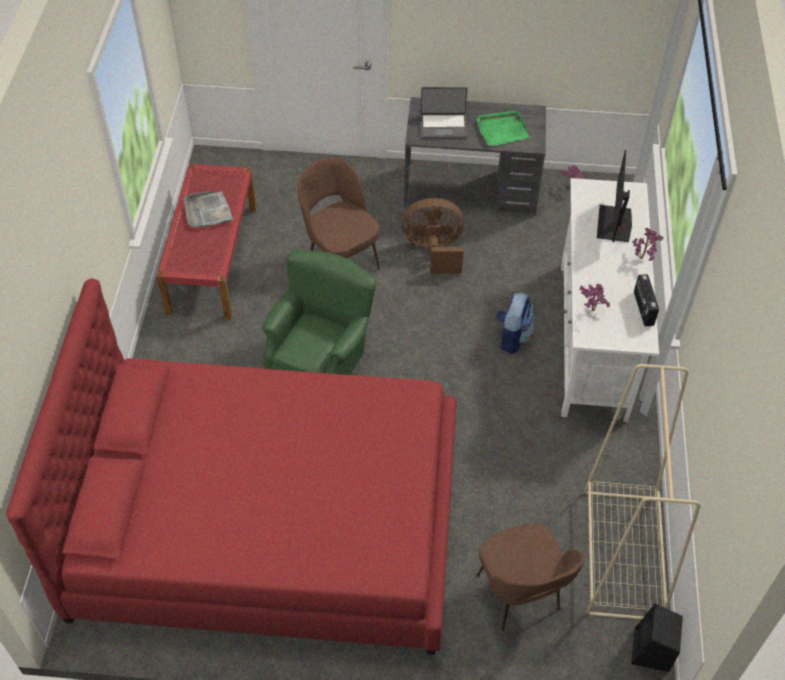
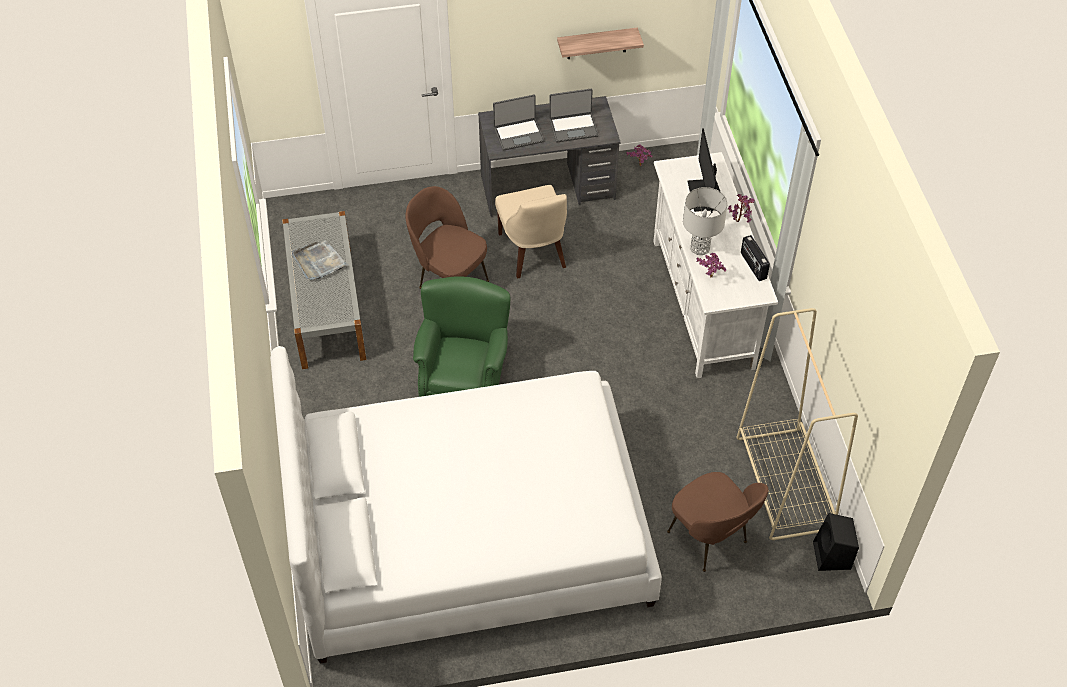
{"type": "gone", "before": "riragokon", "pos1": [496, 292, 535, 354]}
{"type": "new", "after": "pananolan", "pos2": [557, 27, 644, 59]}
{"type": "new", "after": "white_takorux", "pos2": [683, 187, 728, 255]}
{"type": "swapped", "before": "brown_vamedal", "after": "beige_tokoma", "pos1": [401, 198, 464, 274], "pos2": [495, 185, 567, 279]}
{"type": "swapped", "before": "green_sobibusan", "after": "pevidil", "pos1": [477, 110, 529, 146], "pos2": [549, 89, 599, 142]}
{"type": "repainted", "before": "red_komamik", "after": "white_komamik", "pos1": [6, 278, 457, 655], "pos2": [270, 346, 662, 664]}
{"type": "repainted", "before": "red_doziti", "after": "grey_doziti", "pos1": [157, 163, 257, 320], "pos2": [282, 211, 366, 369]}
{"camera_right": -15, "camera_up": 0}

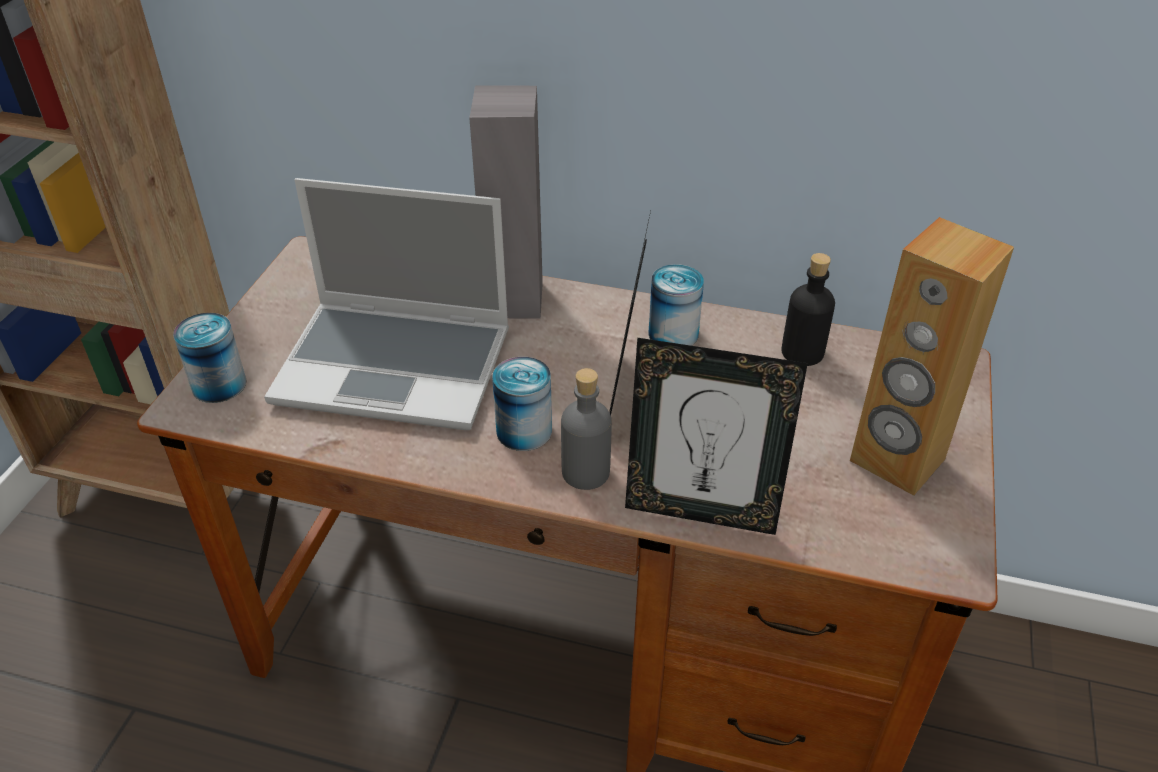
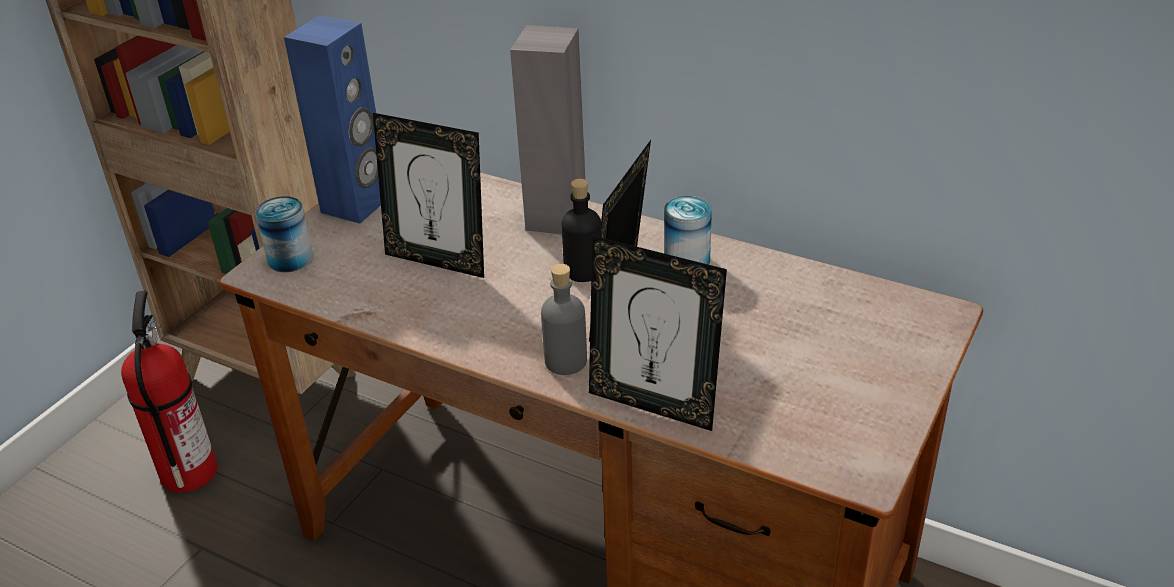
{"type": "gone", "before": "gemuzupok", "pos1": [492, 357, 552, 451]}
{"type": "gone", "before": "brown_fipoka", "pos1": [850, 217, 1014, 496]}
{"type": "new", "after": "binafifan", "pos2": [121, 291, 217, 493]}
{"type": "new", "after": "blue_fipoka", "pos2": [284, 16, 381, 223]}
{"type": "shifted", "before": "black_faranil", "pos1": [781, 253, 835, 366], "pos2": [562, 179, 601, 282]}
{"type": "swapped", "before": "pevidil", "after": "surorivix", "pos1": [264, 178, 509, 430], "pos2": [373, 113, 484, 278]}
{"camera_right": 15, "camera_up": -5}

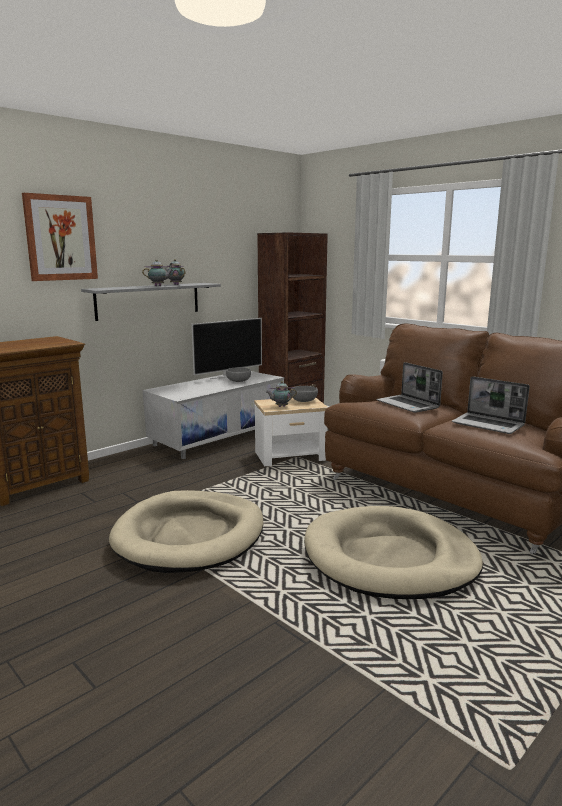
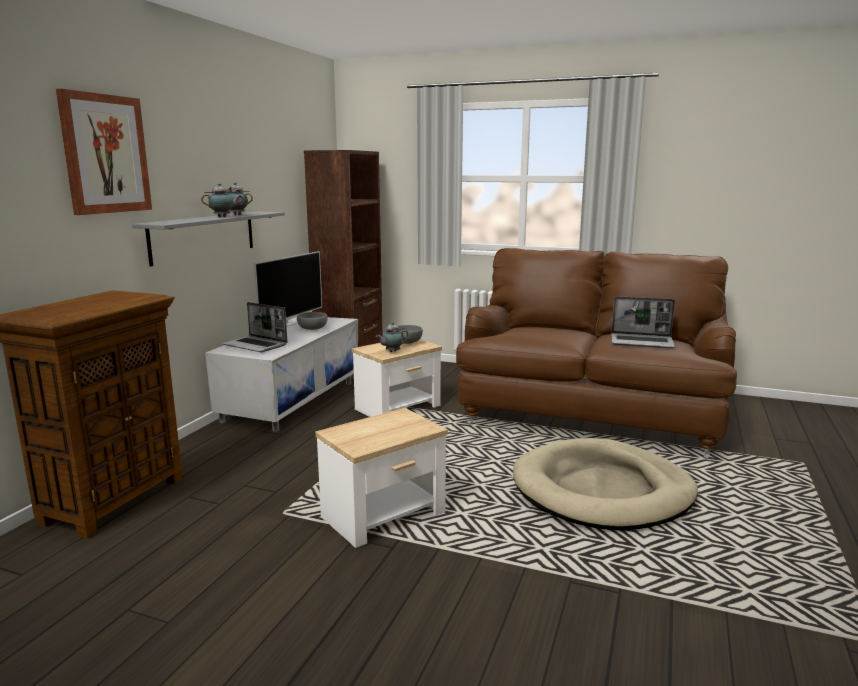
{"type": "shifted", "before": "pevidil", "pos1": [376, 362, 443, 413], "pos2": [222, 302, 287, 352]}
{"type": "swapped", "before": "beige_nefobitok", "after": "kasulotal", "pos1": [109, 490, 263, 573], "pos2": [315, 408, 448, 548]}
{"camera_right": -25, "camera_up": 0}

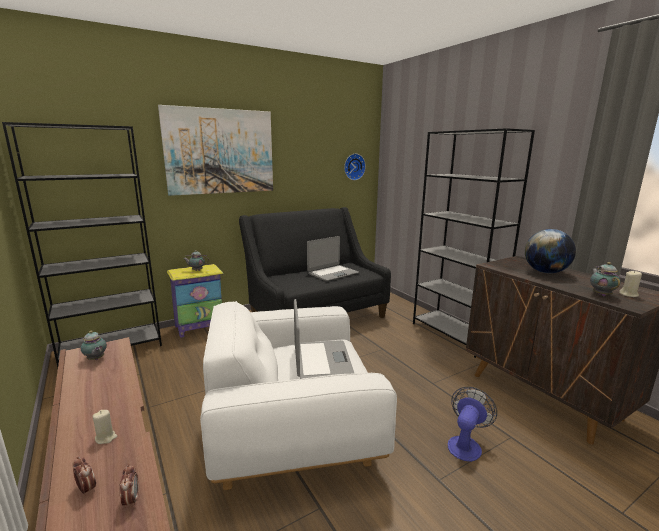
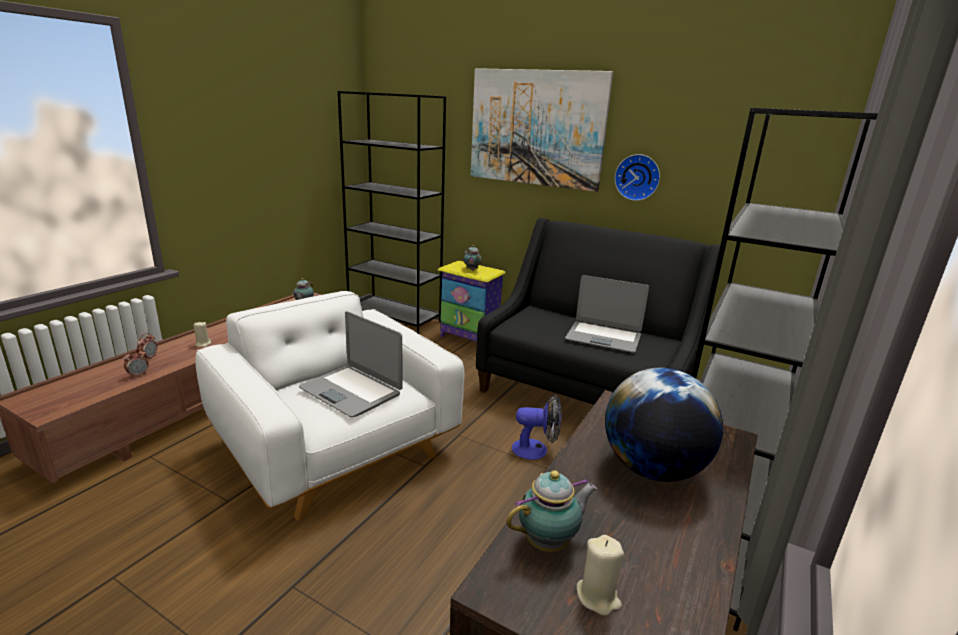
{"type": "shifted", "before": "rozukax", "pos1": [344, 154, 366, 180], "pos2": [615, 154, 660, 201]}
{"type": "shifted", "before": "vamedal", "pos1": [448, 387, 497, 462], "pos2": [512, 395, 562, 460]}
{"type": "rotated", "before": "pevidil", "pos1": [294, 299, 354, 379], "pos2": [299, 311, 403, 417], "turn": 75}
{"camera_right": 60, "camera_up": 5}

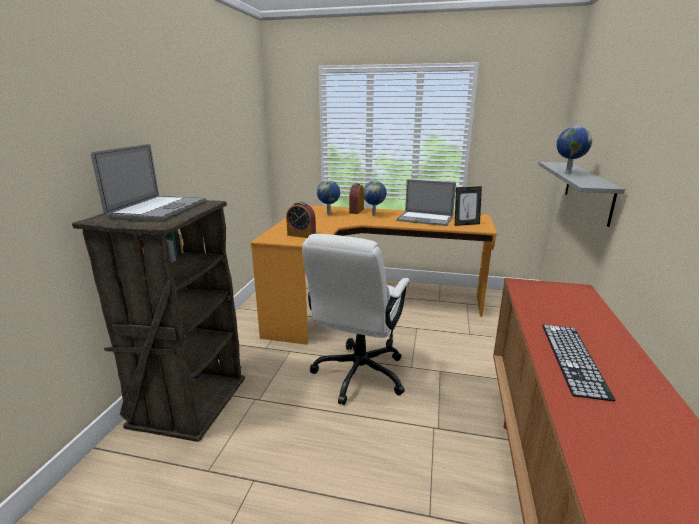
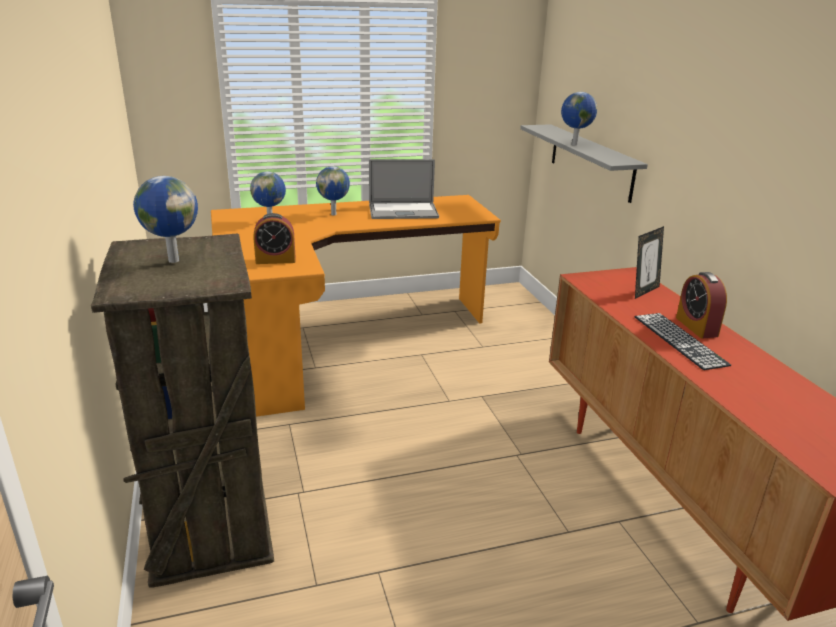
{"type": "gone", "before": "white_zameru", "pos1": [302, 234, 410, 405]}
{"type": "shifted", "before": "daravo", "pos1": [349, 183, 364, 214], "pos2": [676, 272, 727, 338]}
{"type": "shifted", "before": "surorivix", "pos1": [455, 186, 482, 226], "pos2": [635, 226, 664, 299]}
{"type": "swapped", "before": "pevidil", "after": "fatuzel", "pos1": [91, 144, 206, 220], "pos2": [133, 176, 198, 263]}
{"camera_right": -30, "camera_up": 5}

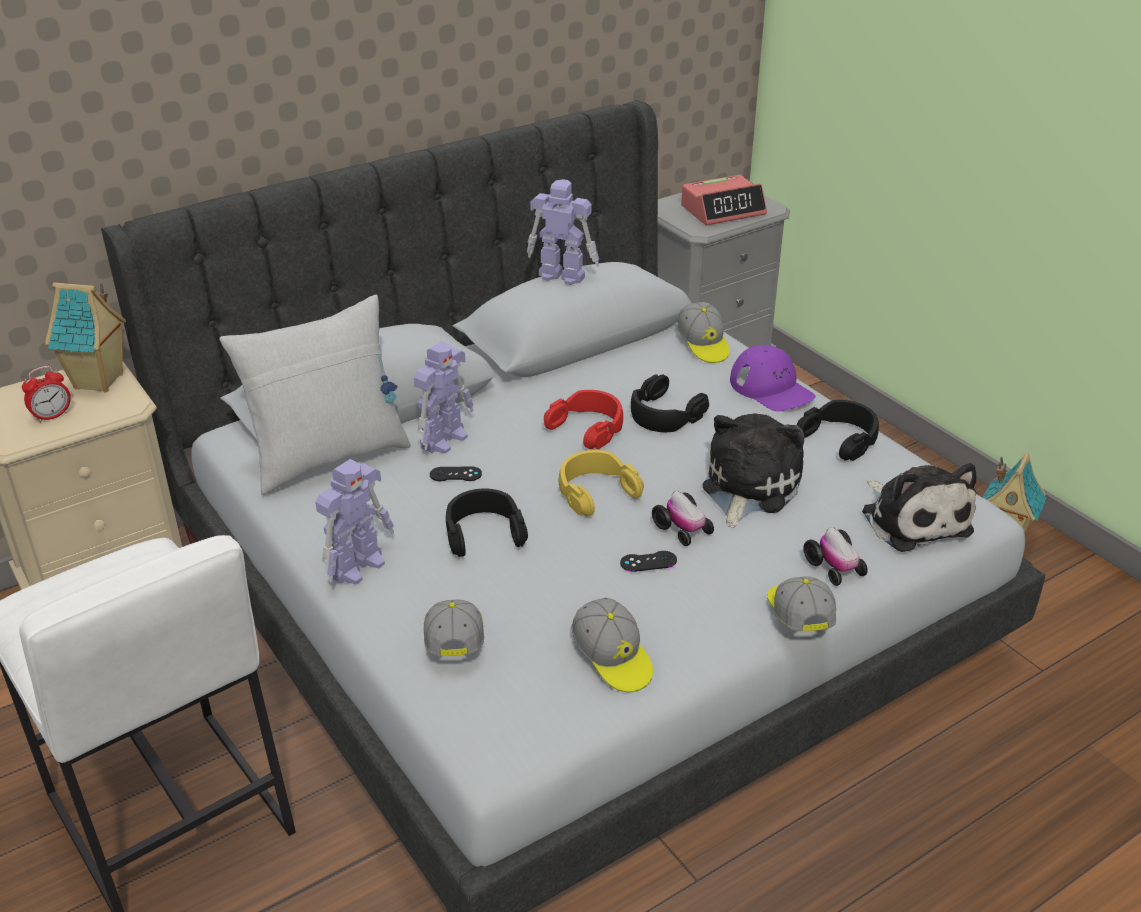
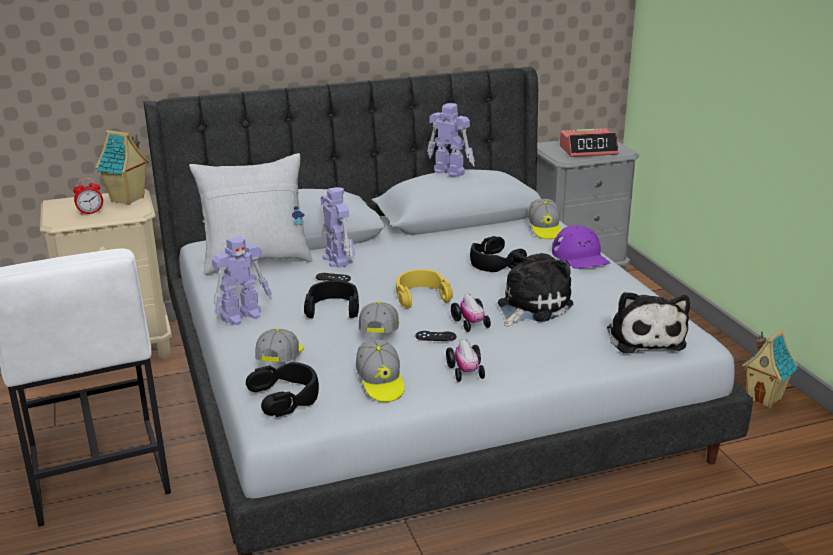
{"type": "gone", "before": "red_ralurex", "pos1": [544, 390, 623, 449]}
{"type": "shifted", "before": "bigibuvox", "pos1": [767, 576, 836, 631], "pos2": [359, 302, 399, 333]}
{"type": "shifted", "before": "black_ralurex", "pos1": [797, 400, 879, 461], "pos2": [246, 362, 319, 417]}
{"type": "shifted", "before": "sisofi", "pos1": [803, 527, 868, 586], "pos2": [446, 339, 485, 382]}
{"type": "rotated", "before": "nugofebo", "pos1": [414, 341, 473, 453], "pos2": [321, 187, 355, 268], "turn": -75}
{"camera_right": 15, "camera_up": -10}

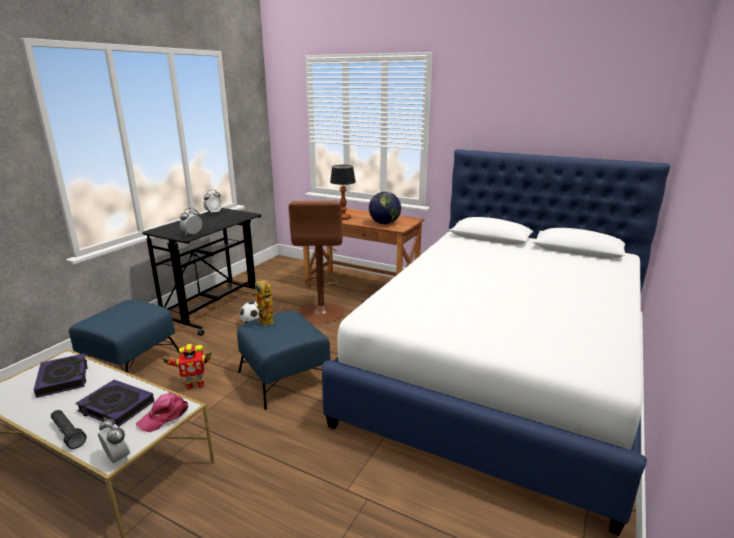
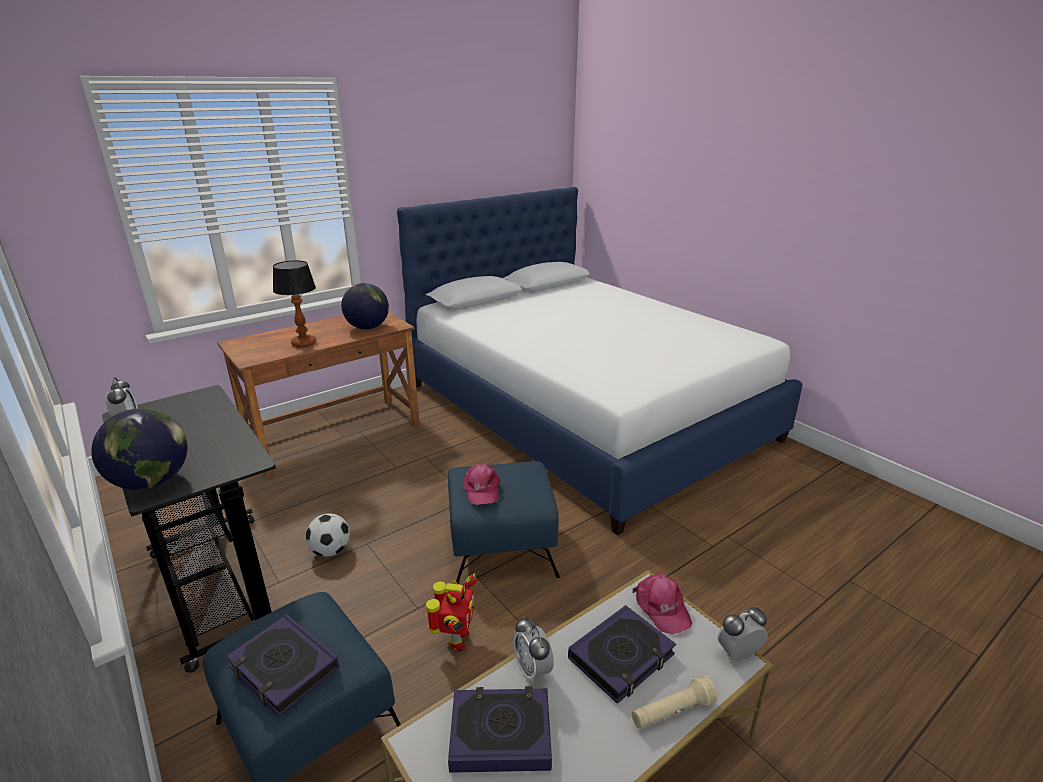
{"type": "gone", "before": "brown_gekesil", "pos1": [289, 201, 344, 323]}
{"type": "new", "after": "fatuzel", "pos2": [91, 408, 188, 490]}
{"type": "new", "after": "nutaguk", "pos2": [226, 614, 339, 716]}
{"type": "shifted", "before": "daravo", "pos1": [180, 208, 202, 235], "pos2": [513, 616, 554, 684]}
{"type": "swapped", "before": "nugofebo", "after": "pink_bigibuvox", "pos1": [255, 279, 281, 326], "pos2": [463, 464, 500, 505]}
{"type": "repainted", "before": "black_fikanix", "after": "beige_fikanix", "pos1": [51, 410, 87, 449], "pos2": [632, 675, 717, 729]}
{"camera_right": -65, "camera_up": 5}

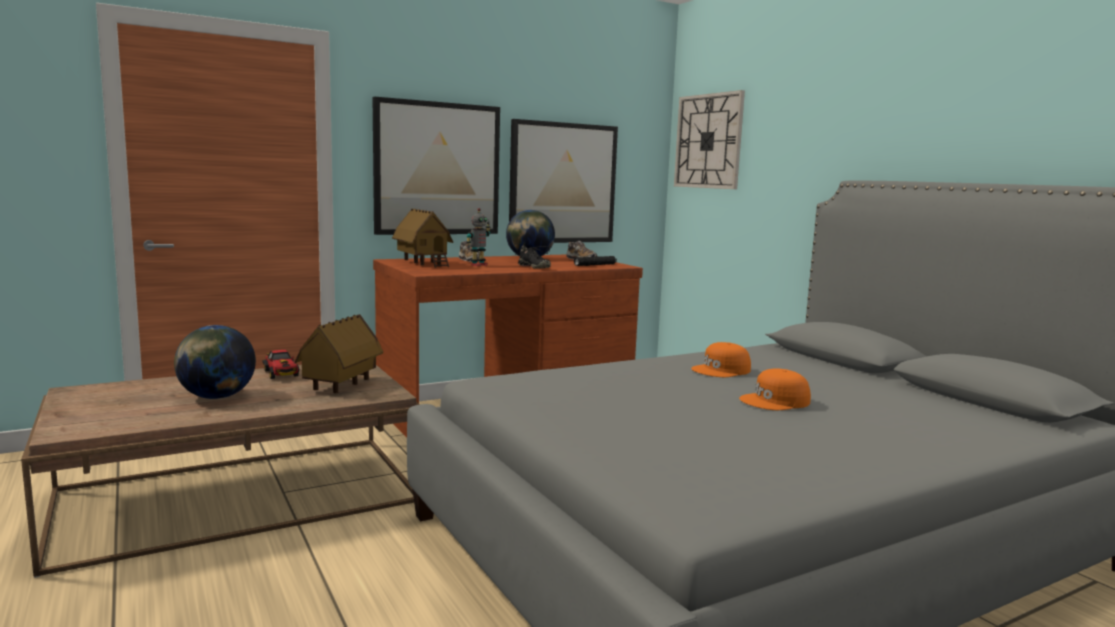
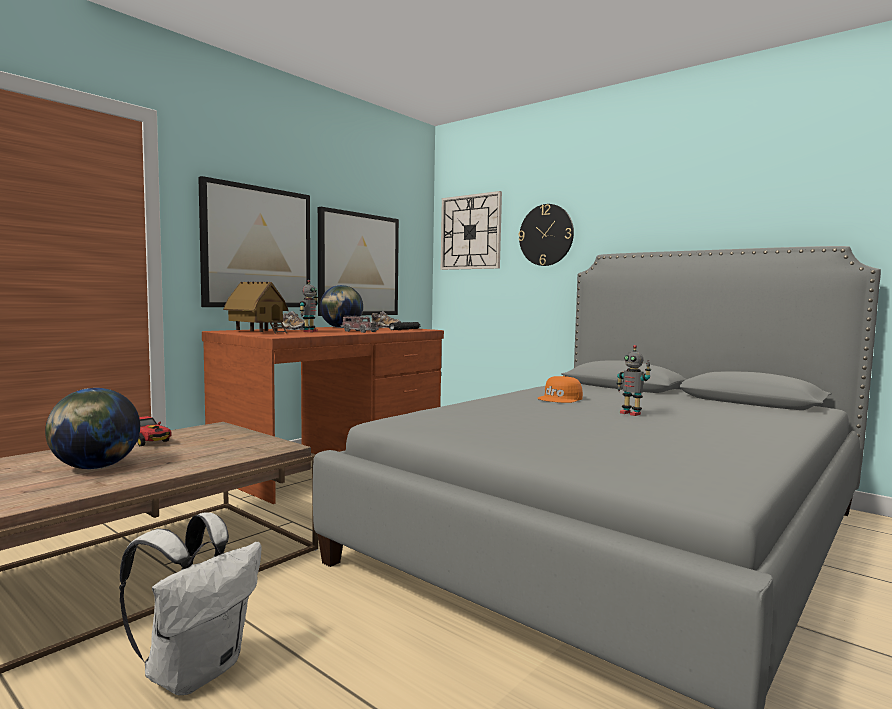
{"type": "gone", "before": "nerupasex", "pos1": [295, 314, 383, 393]}
{"type": "new", "after": "white_riragokon", "pos2": [119, 512, 262, 695]}
{"type": "new", "after": "rozukax", "pos2": [519, 204, 574, 266]}
{"type": "swapped", "before": "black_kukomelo", "after": "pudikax", "pos1": [515, 246, 551, 269], "pos2": [341, 316, 379, 333]}
{"type": "swapped", "before": "orange_bigibuvox", "after": "nugofebo", "pos1": [739, 368, 811, 410], "pos2": [616, 345, 651, 416]}
{"camera_right": -20, "camera_up": -5}

